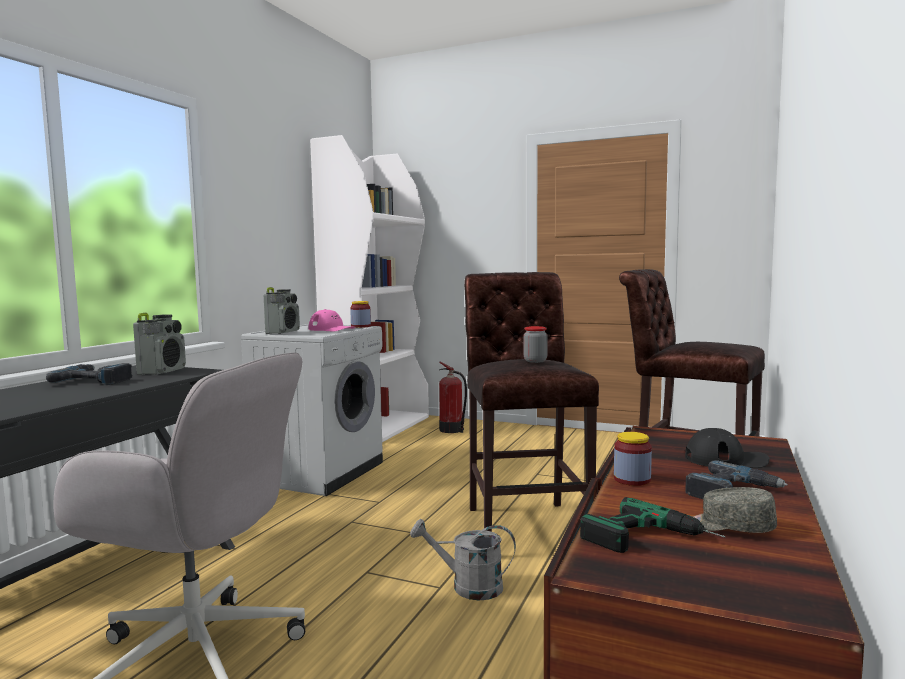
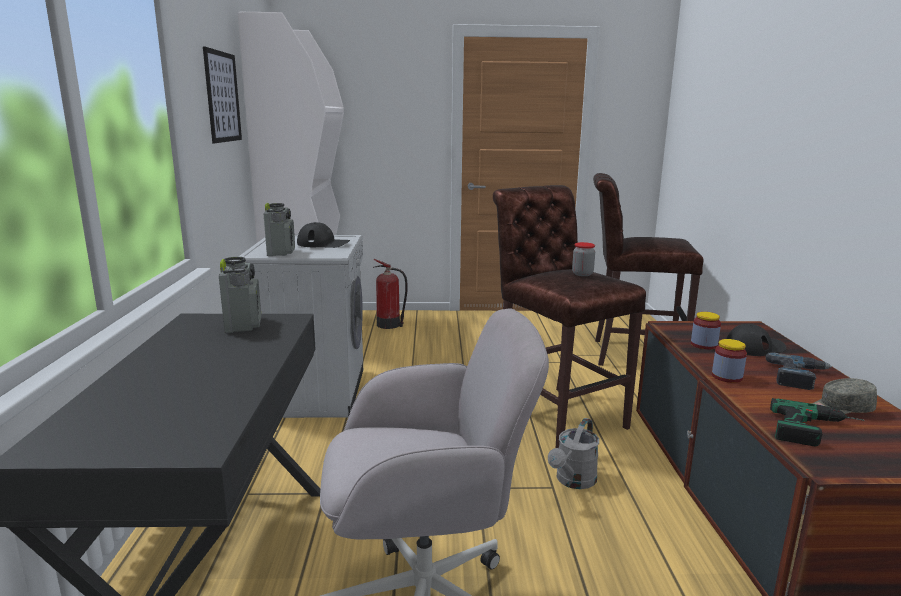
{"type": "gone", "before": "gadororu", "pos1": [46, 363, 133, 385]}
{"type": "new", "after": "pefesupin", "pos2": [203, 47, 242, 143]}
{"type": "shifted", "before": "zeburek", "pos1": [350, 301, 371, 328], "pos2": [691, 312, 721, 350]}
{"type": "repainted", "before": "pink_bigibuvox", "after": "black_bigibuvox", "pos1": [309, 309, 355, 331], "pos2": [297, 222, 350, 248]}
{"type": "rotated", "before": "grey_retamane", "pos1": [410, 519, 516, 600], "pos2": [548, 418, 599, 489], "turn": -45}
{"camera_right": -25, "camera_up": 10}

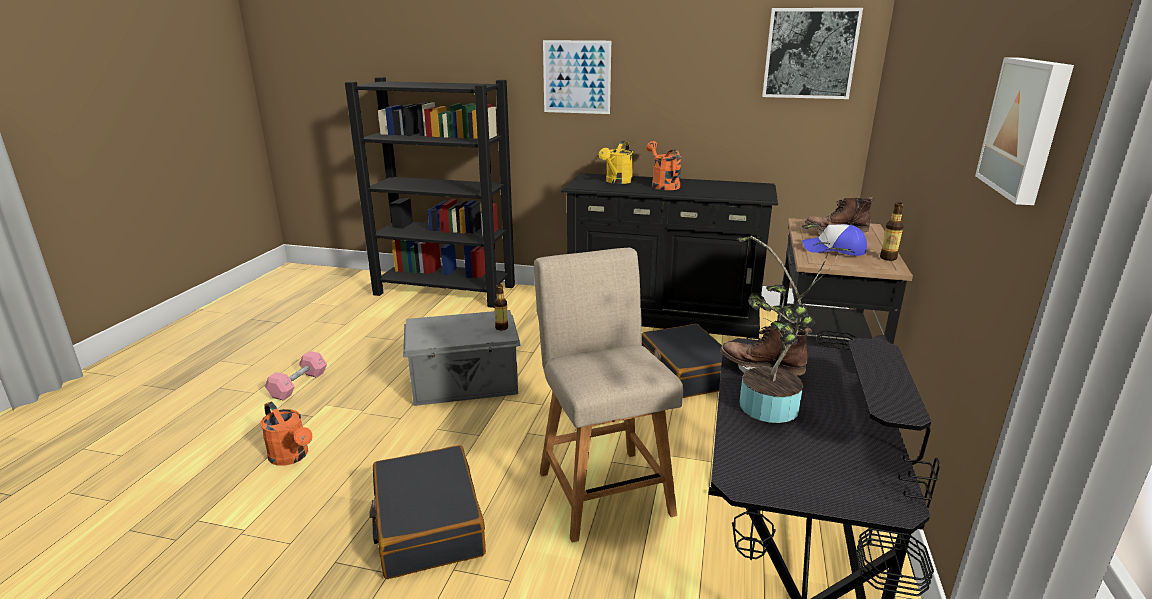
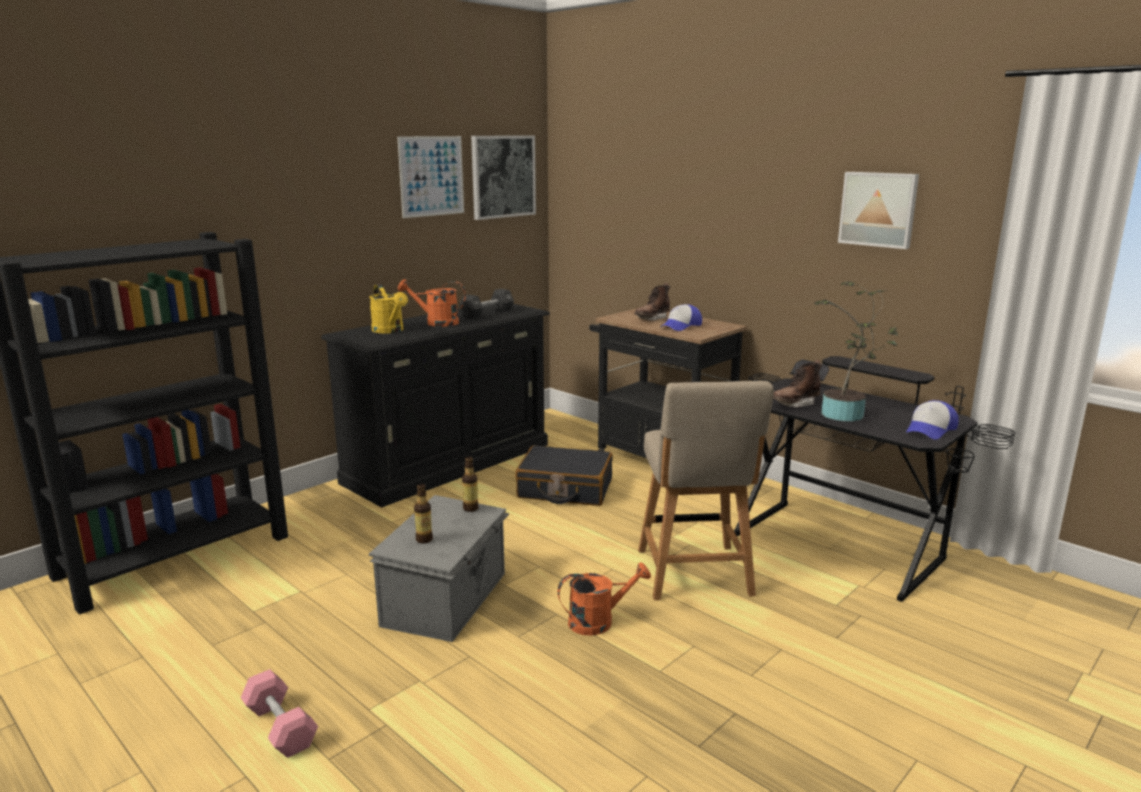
{"type": "gone", "before": "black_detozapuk", "pos1": [369, 445, 486, 579]}
{"type": "new", "after": "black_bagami", "pos2": [459, 289, 514, 319]}
{"type": "new", "after": "bigibuvox", "pos2": [906, 400, 959, 439]}
{"type": "shifted", "before": "orange_retamane", "pos1": [261, 402, 312, 466], "pos2": [558, 562, 651, 636]}
{"type": "shifted", "before": "pefesupin", "pos1": [543, 40, 611, 114], "pos2": [397, 136, 464, 218]}
{"type": "shifted", "before": "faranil", "pos1": [880, 202, 903, 261], "pos2": [414, 484, 433, 543]}
{"type": "rotated", "before": "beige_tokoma", "pos1": [534, 248, 683, 543], "pos2": [638, 381, 774, 600], "turn": -105}
{"camera_right": -60, "camera_up": -5}

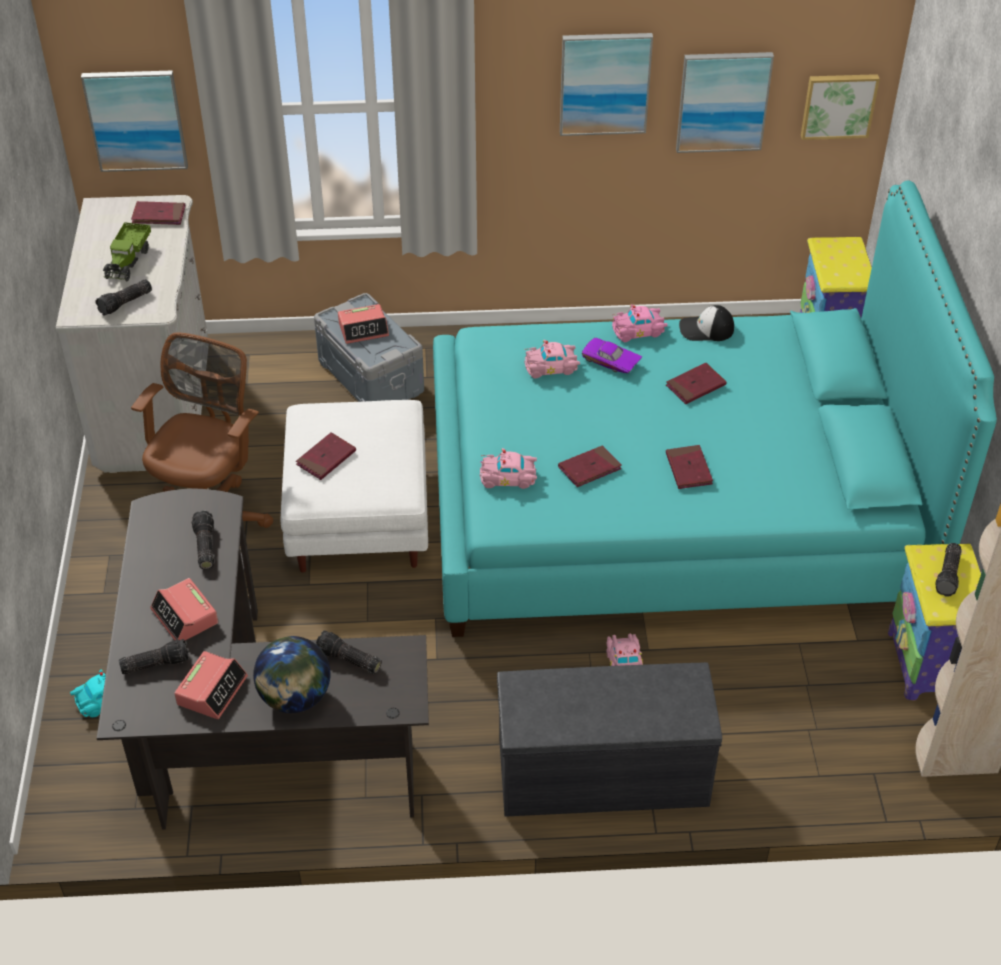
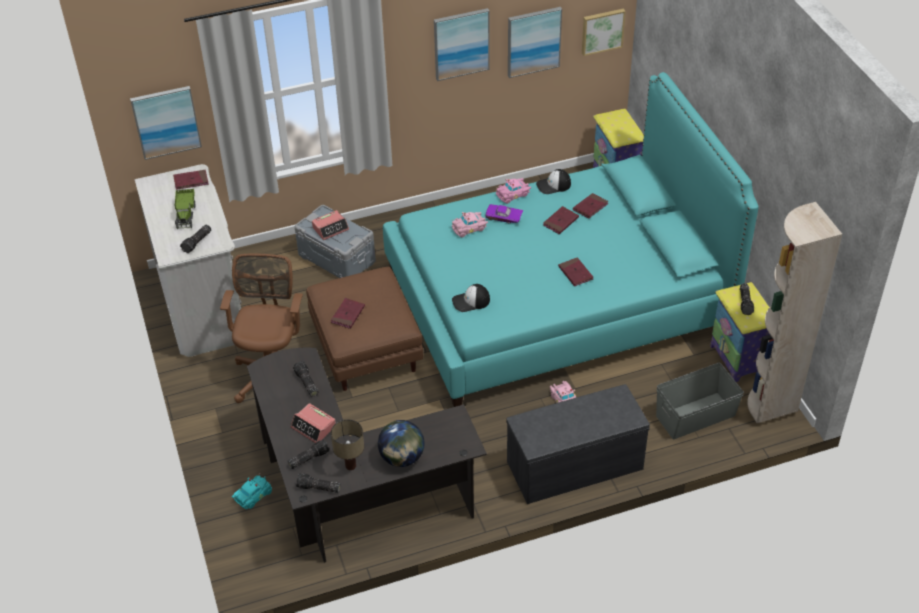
{"type": "new", "after": "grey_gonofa", "pos2": [656, 363, 744, 439]}
{"type": "shifted", "before": "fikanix", "pos1": [316, 630, 382, 674], "pos2": [296, 474, 341, 493]}
{"type": "shifted", "before": "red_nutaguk", "pos1": [558, 445, 622, 487], "pos2": [573, 193, 609, 218]}
{"type": "swapped", "before": "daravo", "after": "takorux", "pos1": [174, 651, 248, 719], "pos2": [331, 419, 364, 470]}
{"type": "swapped", "before": "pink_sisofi", "after": "bigibuvox", "pos1": [480, 448, 537, 489], "pos2": [452, 284, 490, 312]}
{"type": "repainted", "before": "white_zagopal", "after": "brown_zagopal", "pos1": [280, 400, 428, 572], "pos2": [306, 267, 423, 391]}
{"camera_right": -15, "camera_up": 0}

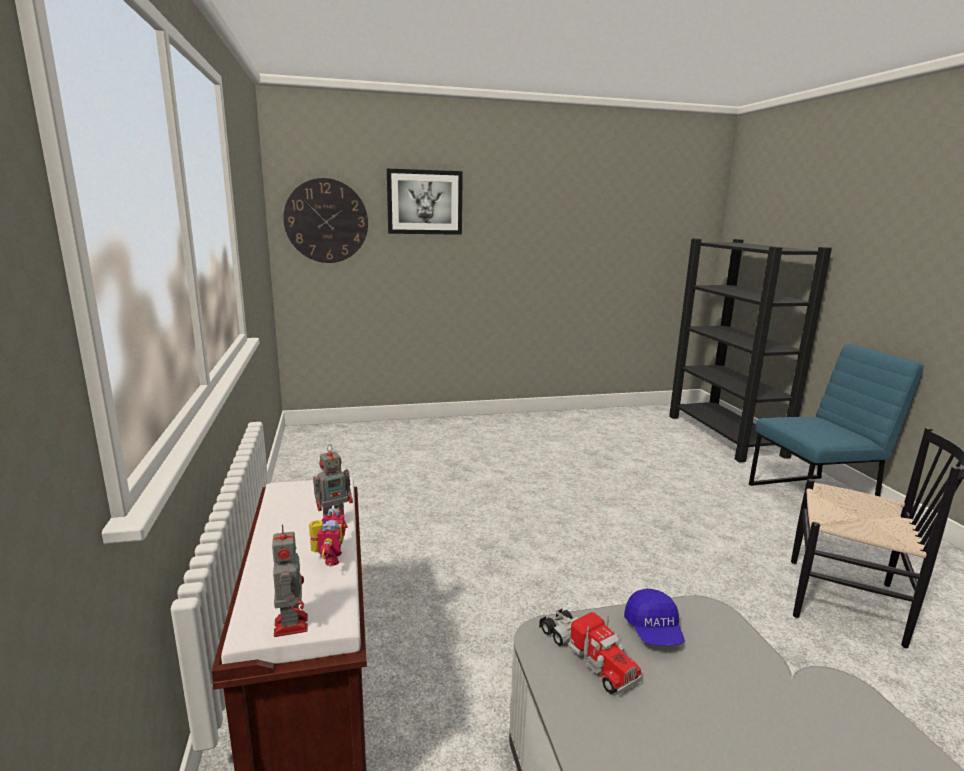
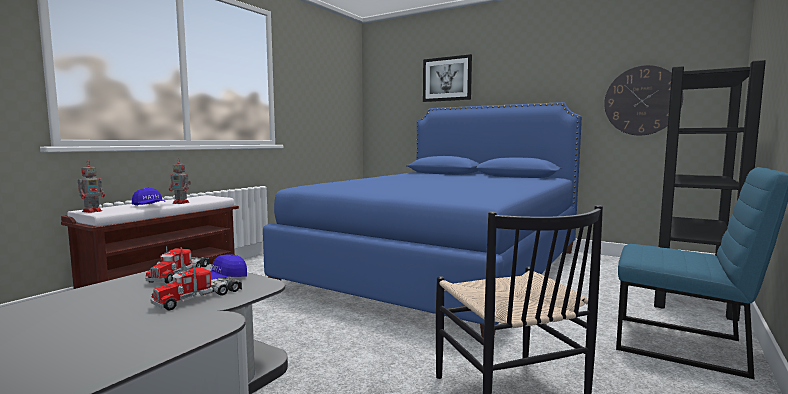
{"type": "new", "after": "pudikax", "pos2": [150, 264, 242, 310]}
{"type": "new", "after": "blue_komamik", "pos2": [263, 102, 582, 338]}
{"type": "shifted", "before": "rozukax", "pos1": [283, 178, 368, 263], "pos2": [604, 65, 683, 136]}
{"type": "swapped", "before": "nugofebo", "after": "blue_bigibuvox", "pos1": [309, 508, 346, 566], "pos2": [132, 188, 164, 205]}
{"camera_right": 45, "camera_up": -10}

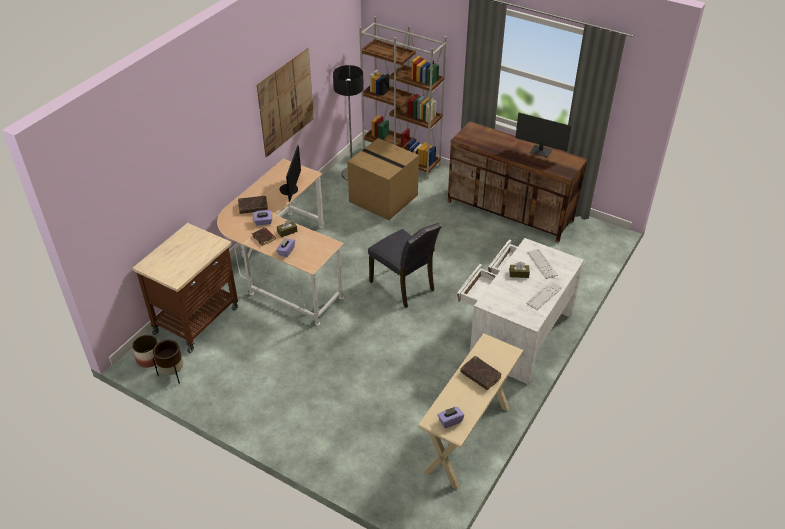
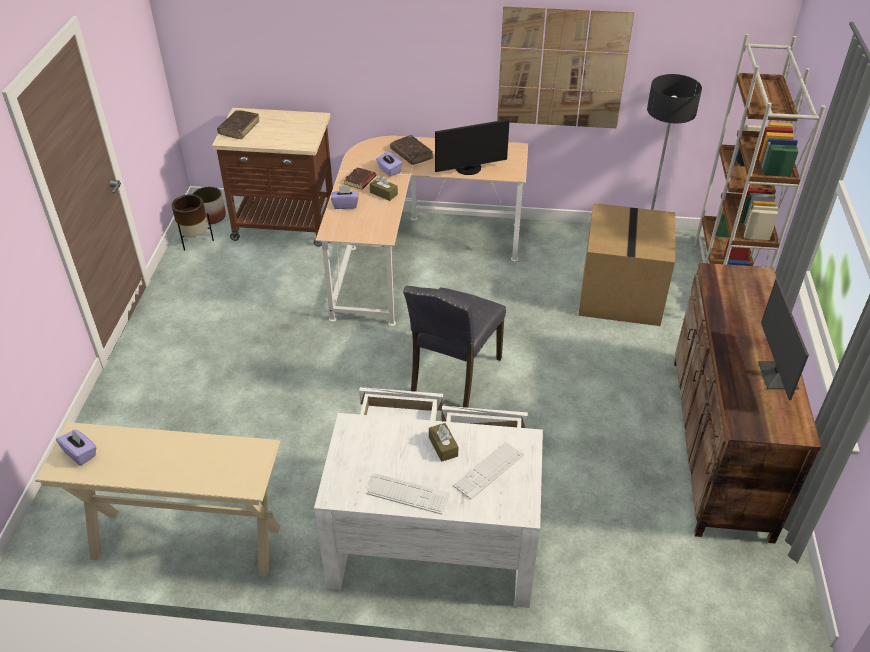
{"type": "shifted", "before": "brown_nutaguk", "pos1": [460, 356, 501, 390], "pos2": [217, 110, 259, 139]}
{"camera_right": 65, "camera_up": 0}

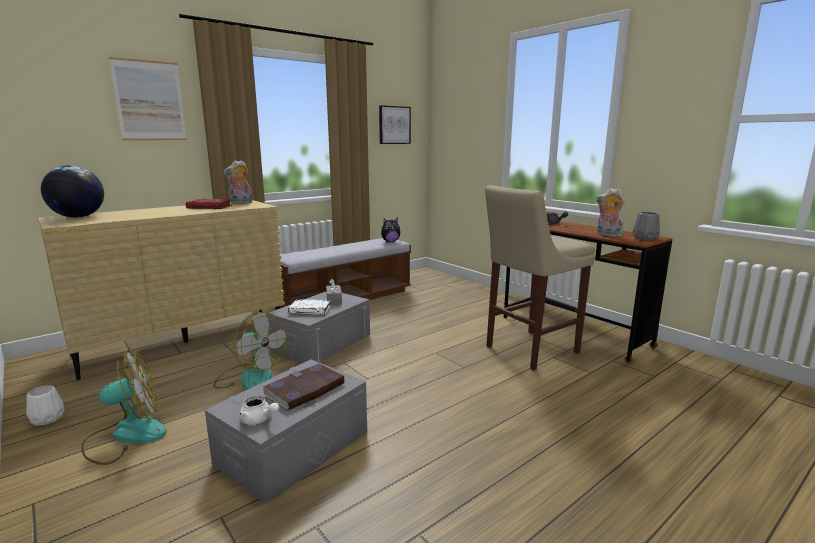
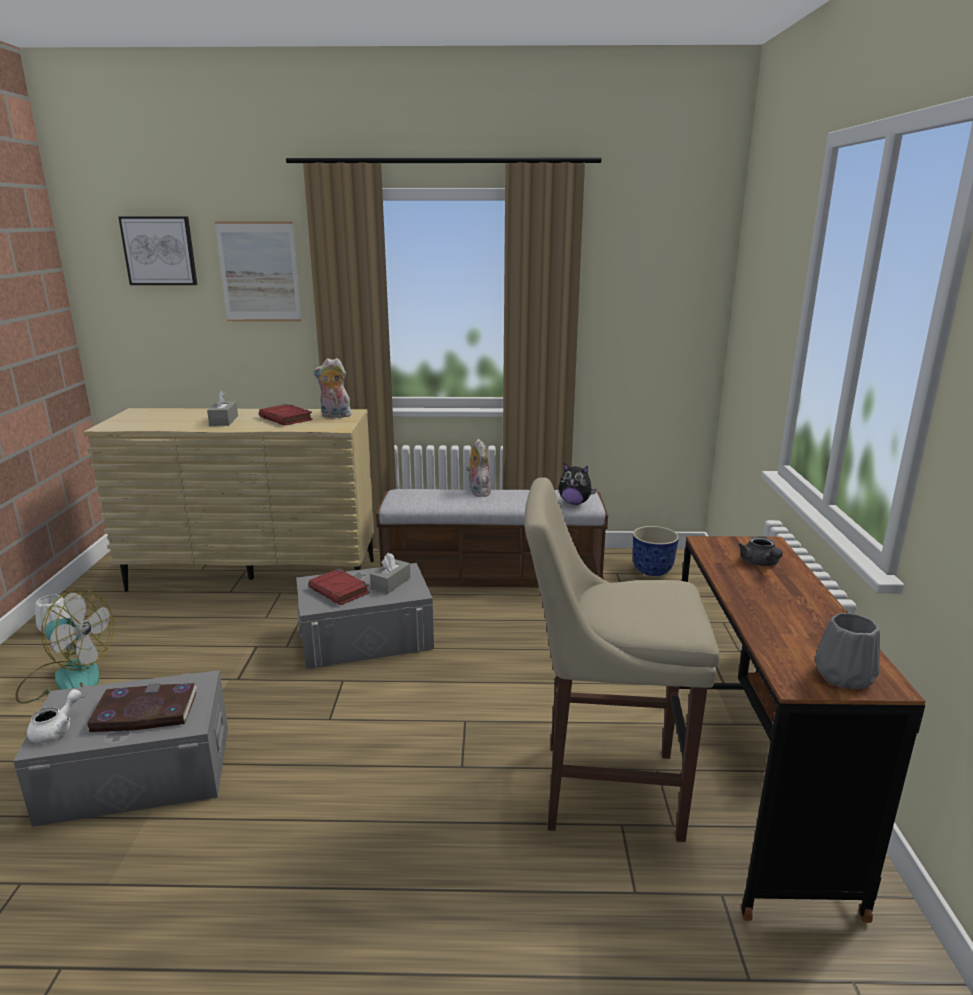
{"type": "gone", "before": "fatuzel", "pos1": [41, 165, 104, 218]}
{"type": "gone", "before": "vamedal", "pos1": [213, 312, 287, 390]}
{"type": "new", "after": "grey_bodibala", "pos2": [207, 390, 238, 426]}
{"type": "new", "after": "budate", "pos2": [633, 526, 679, 576]}
{"type": "shifted", "before": "pefesupin", "pos1": [379, 105, 411, 144], "pos2": [118, 217, 197, 285]}
{"type": "shifted", "before": "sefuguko", "pos1": [596, 188, 625, 237], "pos2": [466, 439, 491, 497]}
{"type": "repainted", "before": "white_nutaguk", "after": "red_nutaguk", "pos1": [288, 299, 331, 315], "pos2": [308, 569, 370, 605]}
{"type": "rotated", "before": "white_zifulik", "pos1": [239, 396, 279, 424], "pos2": [27, 689, 81, 743], "turn": -135}
{"camera_right": 40, "camera_up": 5}

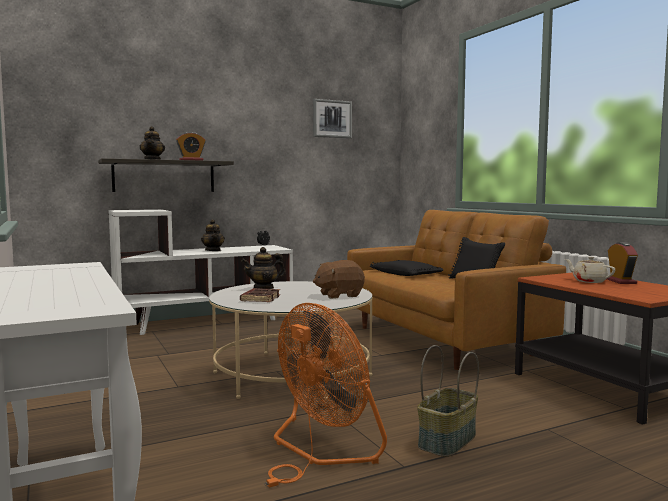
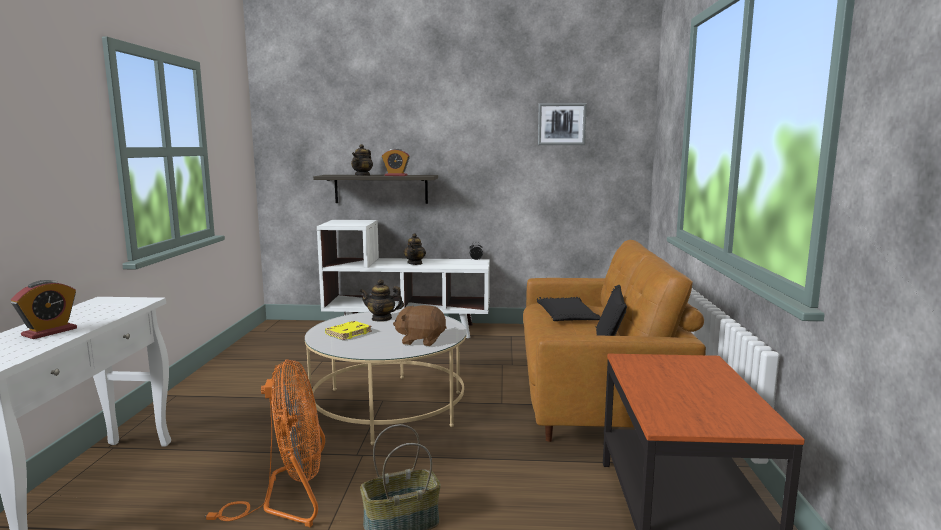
{"type": "gone", "before": "beige_zifulik", "pos1": [565, 257, 615, 283]}
{"type": "shifted", "before": "daravo", "pos1": [607, 242, 638, 284], "pos2": [11, 280, 77, 339]}
{"type": "repainted", "before": "brown_nutaguk", "after": "yellow_nutaguk", "pos1": [240, 288, 280, 302], "pos2": [325, 321, 372, 340]}
{"camera_right": 30, "camera_up": 5}

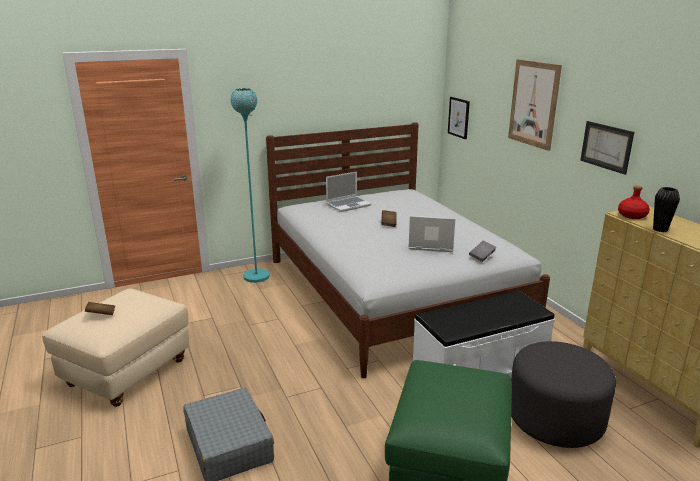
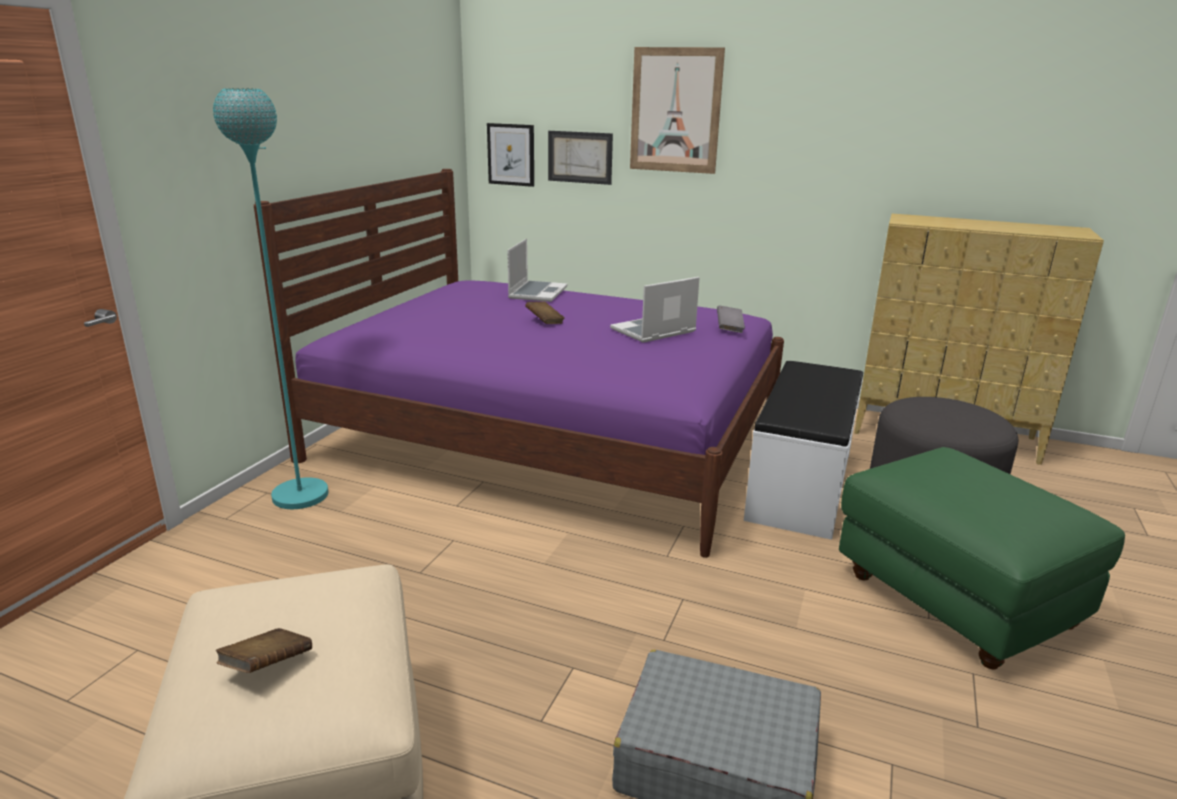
{"type": "gone", "before": "red_faranil", "pos1": [618, 186, 650, 219]}
{"type": "gone", "before": "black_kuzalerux", "pos1": [653, 187, 680, 232]}
{"type": "shifted", "before": "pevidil", "pos1": [326, 171, 371, 212], "pos2": [507, 239, 567, 302]}
{"type": "shifted", "before": "pefesupin", "pos1": [580, 121, 634, 175], "pos2": [548, 131, 613, 185]}
{"type": "repainted", "before": "white_komamik", "after": "purple_komamik", "pos1": [266, 122, 550, 378], "pos2": [254, 169, 784, 558]}
{"camera_right": -45, "camera_up": 0}

